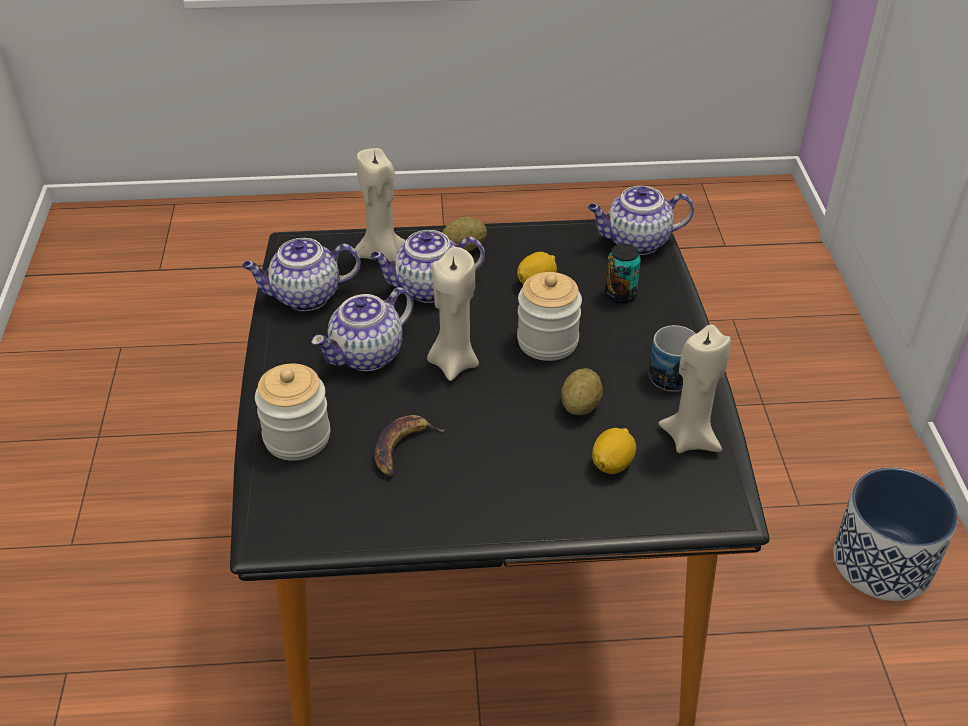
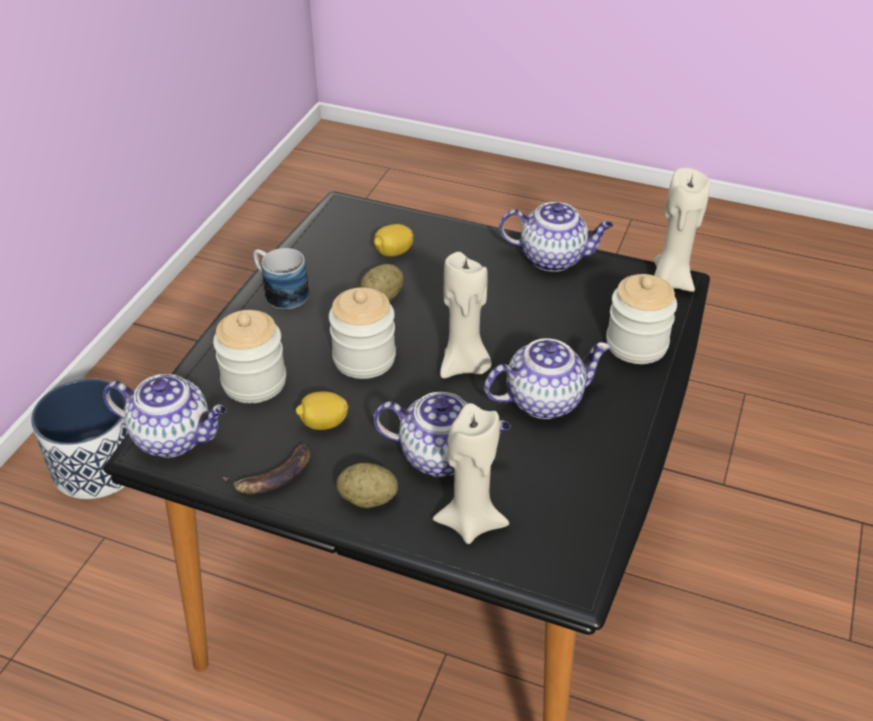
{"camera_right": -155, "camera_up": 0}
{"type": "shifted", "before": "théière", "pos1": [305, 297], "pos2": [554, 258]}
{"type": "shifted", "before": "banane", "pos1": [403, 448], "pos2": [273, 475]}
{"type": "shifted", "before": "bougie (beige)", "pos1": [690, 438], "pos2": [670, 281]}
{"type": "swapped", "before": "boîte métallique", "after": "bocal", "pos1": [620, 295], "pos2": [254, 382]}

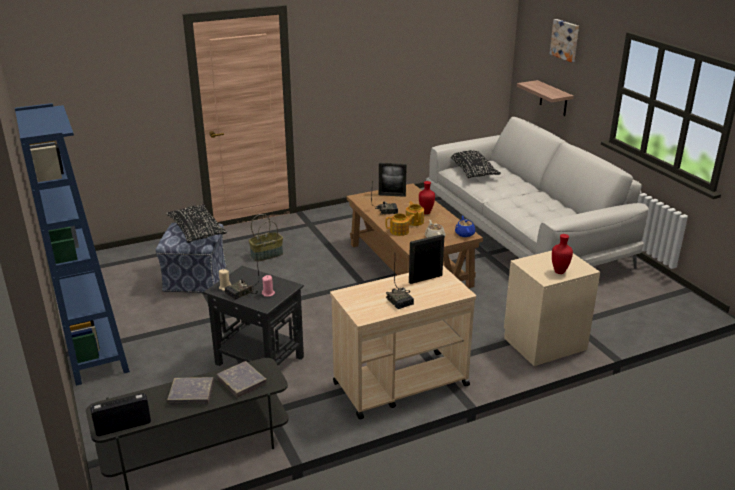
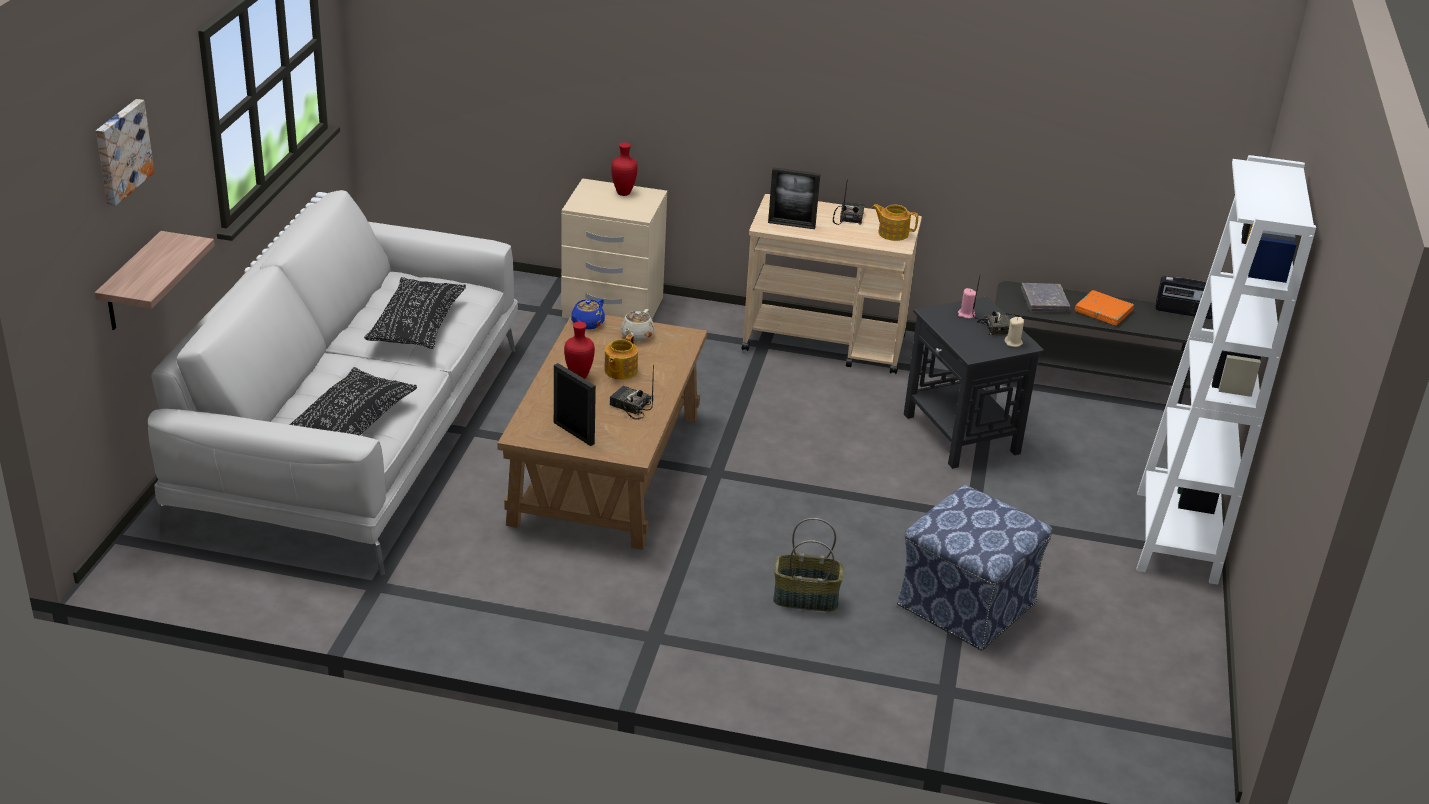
{"camera_right": -145, "camera_up": 5}
{"type": "shifted", "before": "coussin (noir)", "pos1": [197, 231], "pos2": [417, 326]}
{"type": "shifted", "before": "théière", "pos1": [400, 231], "pos2": [892, 233]}
{"type": "repainted", "before": "bibliothèque (bleu)", "after": "bibliothèque (blanc)", "pos1": [97, 354], "pos2": [1176, 537]}
{"type": "repainted", "before": "livre (gris)", "after": "livre (orange)", "pos1": [191, 394], "pos2": [1103, 311]}

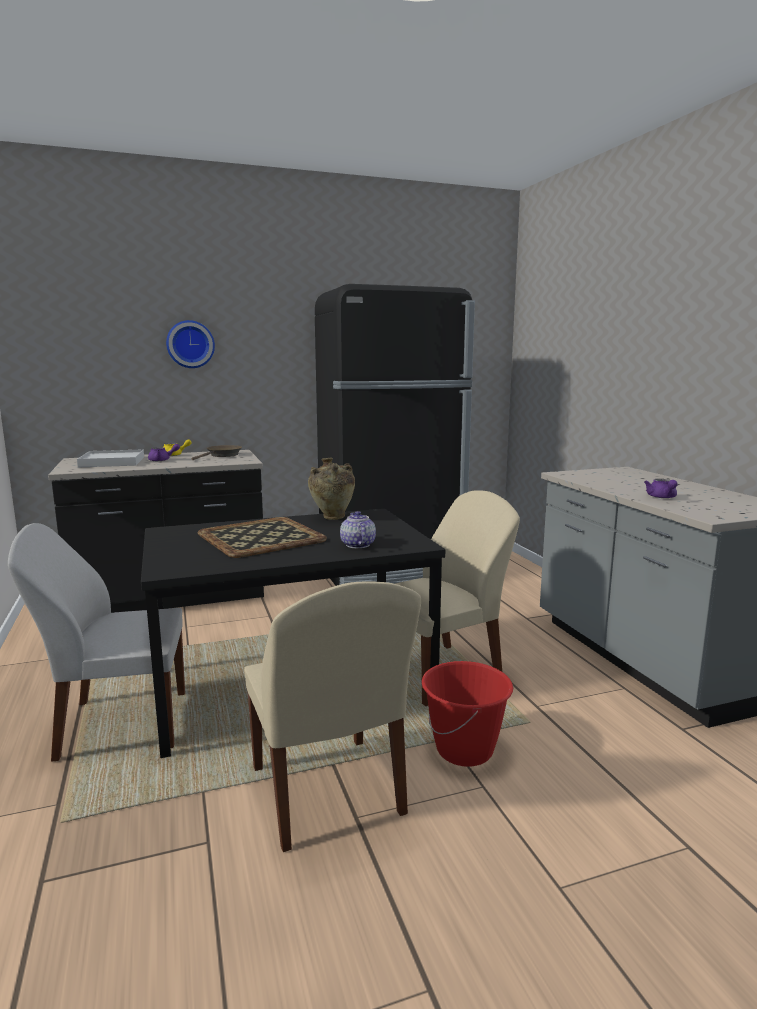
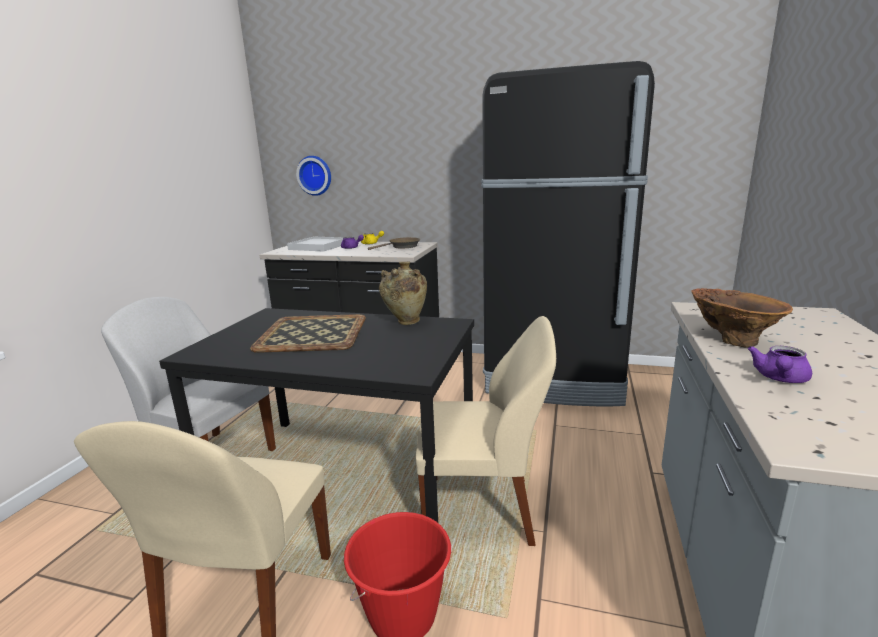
{"camera_right": 35, "camera_up": 5}
{"type": "gone", "before": "théière", "pos1": [357, 545]}
{"type": "new", "after": "vase (marron)", "pos2": [732, 340]}
{"type": "shifted", "before": "horloge murale", "pos1": [190, 344], "pos2": [315, 175]}

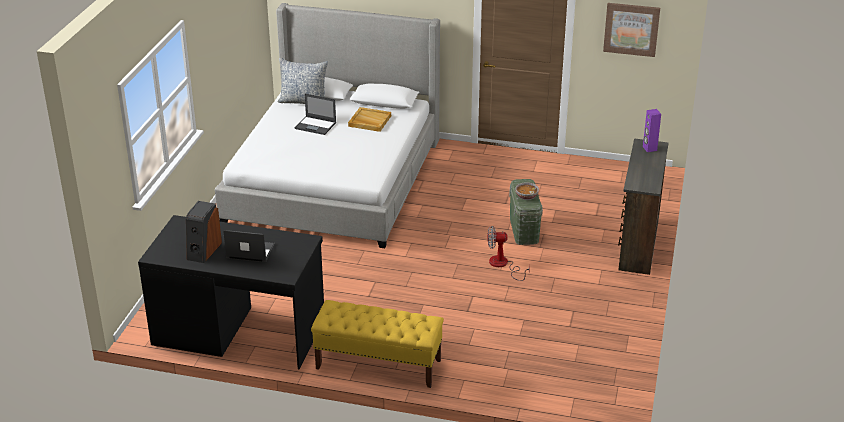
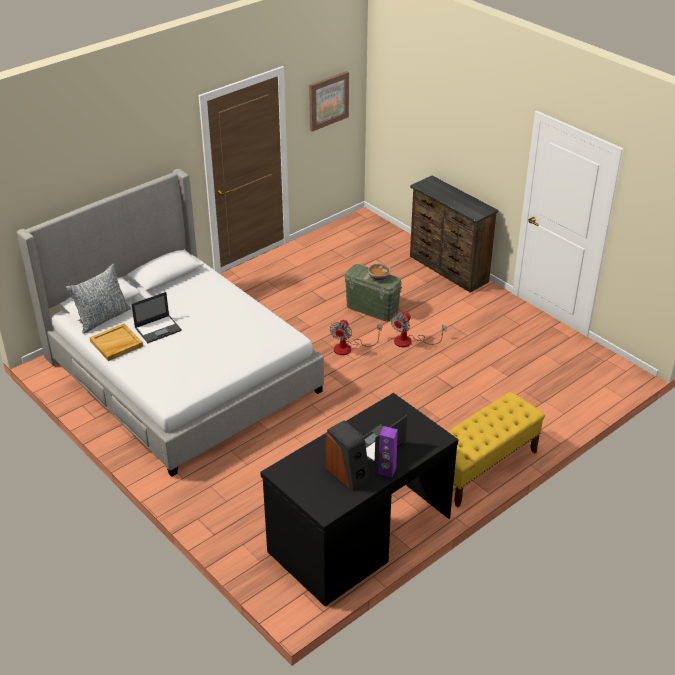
{"camera_right": -55, "camera_up": 5}
{"type": "new", "after": "ventilateur", "pos2": [349, 348]}
{"type": "shifted", "before": "plateau (beige)", "pos1": [369, 121], "pos2": [116, 344]}
{"type": "shifted", "before": "enceinte (violet)", "pos1": [649, 148], "pos2": [387, 471]}

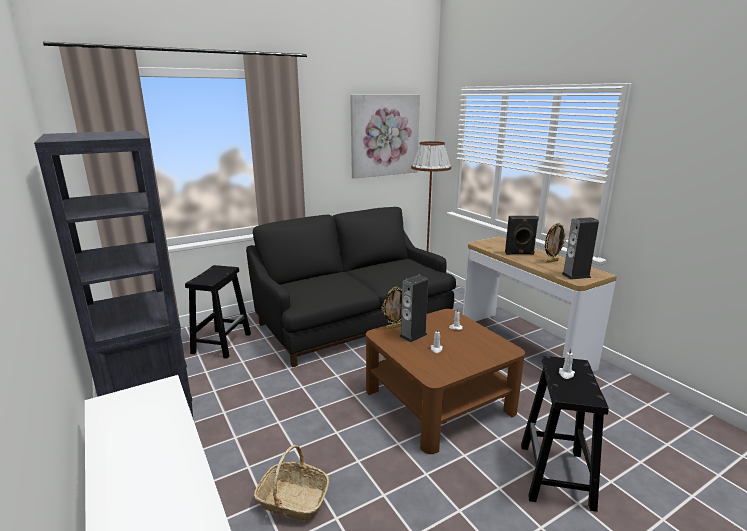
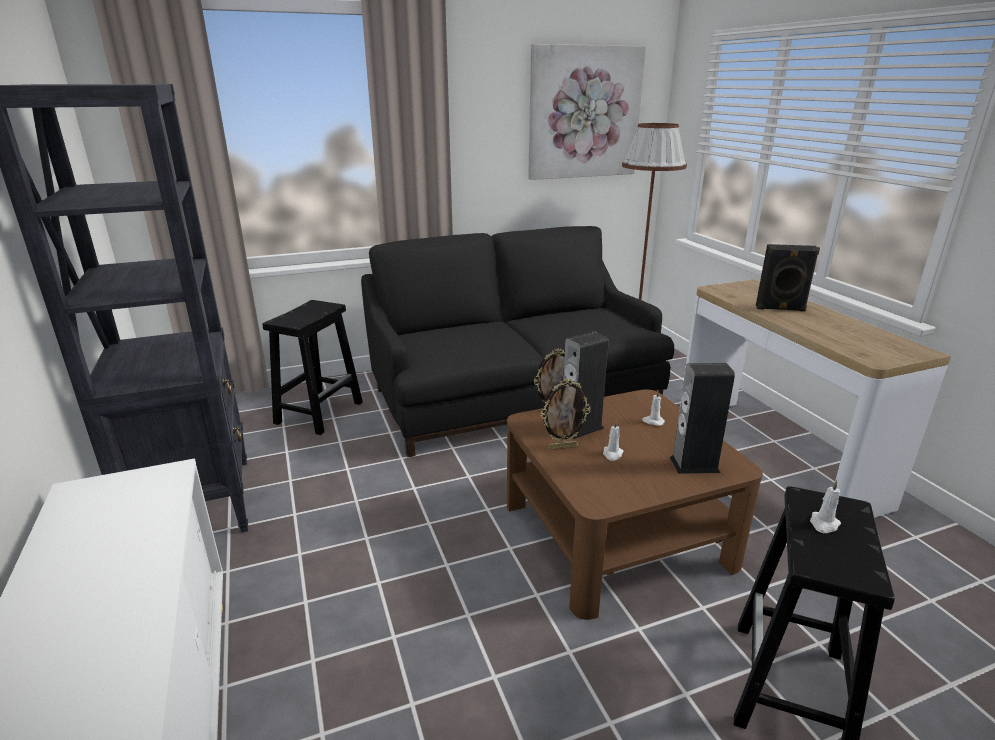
{"camera_right": 10, "camera_up": 5}
{"type": "gone", "before": "panier", "pos1": [292, 500]}
{"type": "shifted", "before": "cadre photo", "pos1": [551, 261], "pos2": [563, 447]}
{"type": "shifted", "before": "enceinte", "pos1": [576, 275], "pos2": [694, 465]}

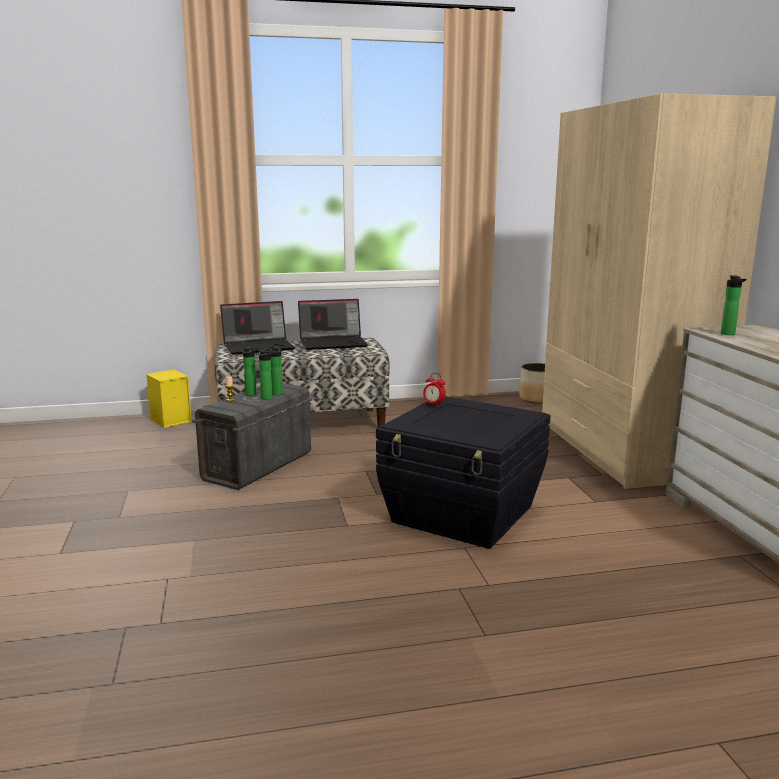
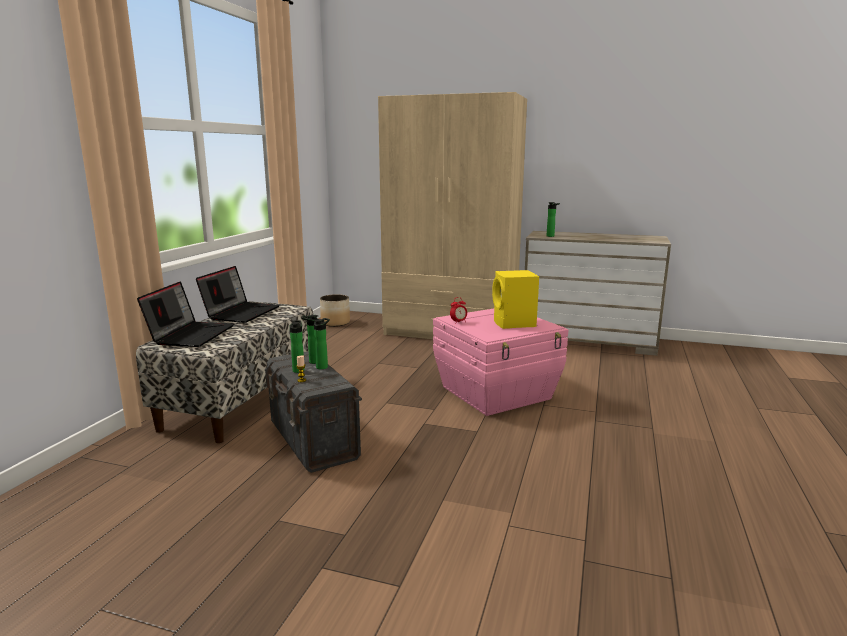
{"camera_right": -60, "camera_up": 0}
{"type": "shifted", "before": "enceinte (jaune)", "pos1": [169, 421], "pos2": [514, 324]}
{"type": "repainted", "before": "boîte de rangement (noir)", "after": "boîte de rangement (rose)", "pos1": [463, 515], "pos2": [497, 393]}

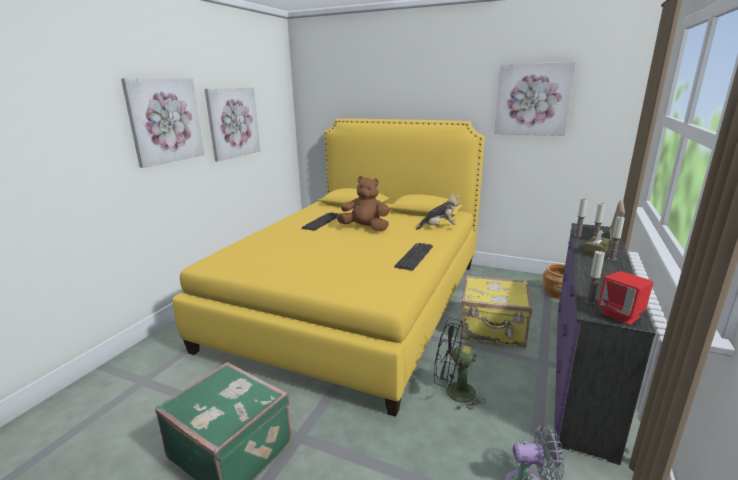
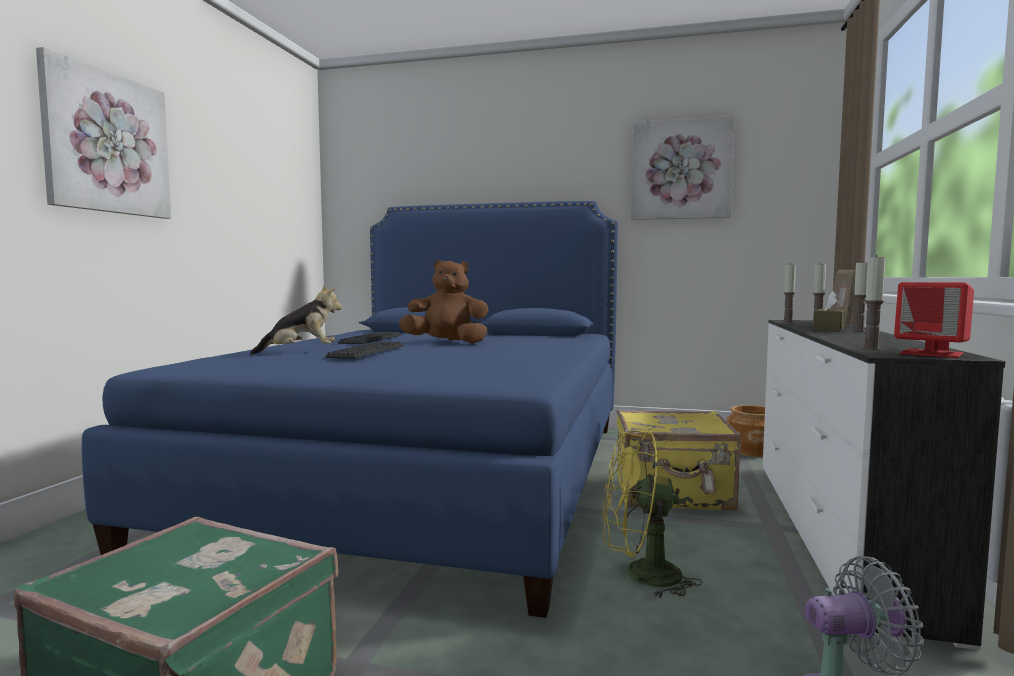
{"camera_right": -10, "camera_up": -15}
{"type": "gone", "before": "tableau", "pos1": [232, 122]}
{"type": "shifted", "before": "clavier", "pos1": [414, 256], "pos2": [367, 351]}
{"type": "shifted", "before": "peluche", "pos1": [439, 228], "pos2": [300, 352]}
{"type": "repainted", "before": "lit (jaune)", "after": "lit (bleu)", "pos1": [354, 302], "pos2": [428, 475]}
{"type": "repainted", "before": "ventilateur (noir)", "after": "ventilateur (jaune)", "pos1": [453, 392], "pos2": [641, 575]}
{"type": "repainted", "before": "commode (violet)", "after": "commode (blanc)", "pos1": [580, 369], "pos2": [835, 531]}

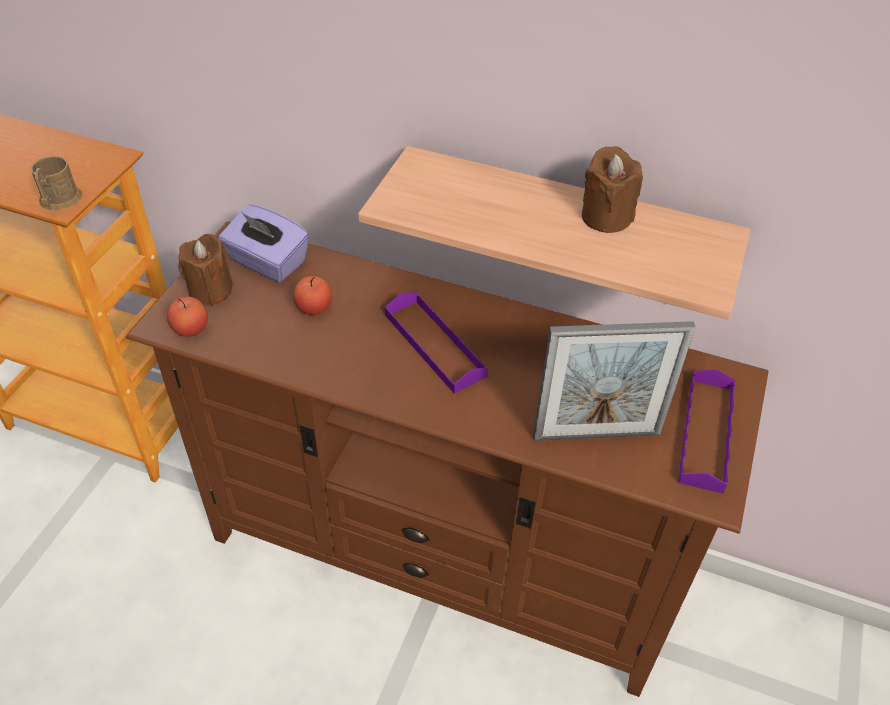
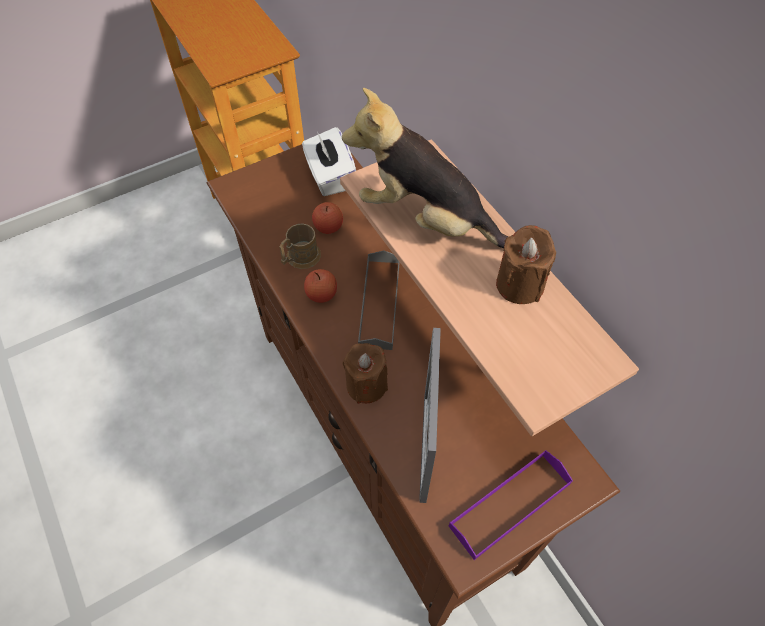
{"camera_right": 40, "camera_up": 10}
{"type": "new", "after": "peluche", "pos2": [426, 219]}
{"type": "shifted", "before": "mug (marron)", "pos1": [59, 202], "pos2": [300, 258]}
{"type": "shifted", "before": "pomme", "pos1": [190, 329], "pos2": [321, 294]}
{"type": "shifted", "before": "bougie (marron)", "pos1": [210, 290], "pos2": [366, 385]}
{"type": "repainted", "before": "boîte à mouchoirs (violet)", "after": "boîte à mouchoirs (blanc)", "pos1": [267, 263], "pos2": [330, 176]}
{"type": "repainted", "before": "plateau (violet)", "after": "plateau (gris)", "pos1": [434, 345], "pos2": [379, 303]}
{"type": "rotated", "before": "cadre photo", "pos1": [596, 435], "pos2": [425, 446], "turn": 60}

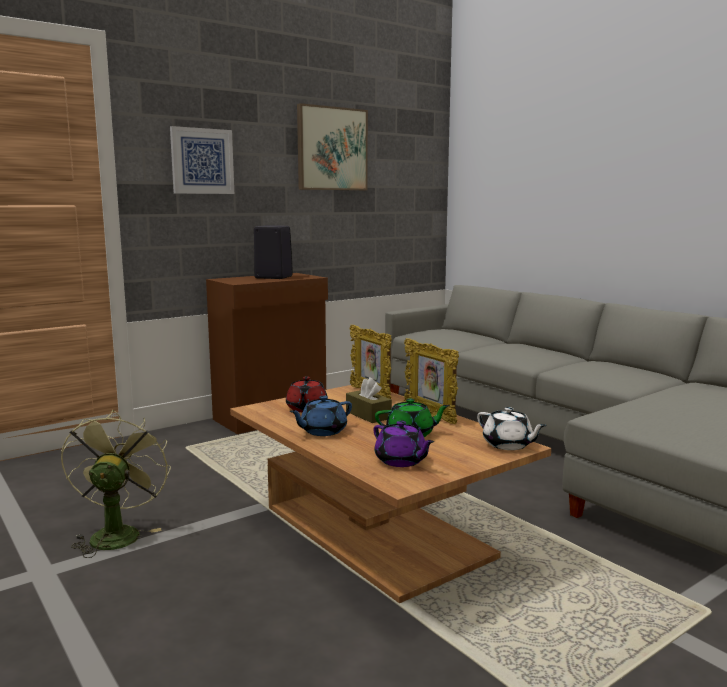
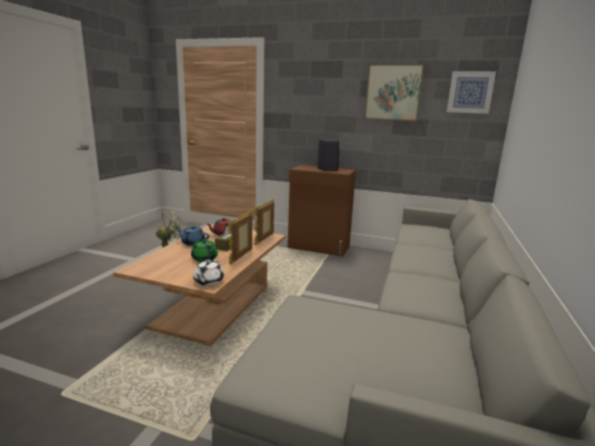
{"camera_right": 55, "camera_up": 5}
{"type": "gone", "before": "théière (violet)", "pos1": [401, 461]}
{"type": "shifted", "before": "tableau", "pos1": [202, 161], "pos2": [470, 92]}

